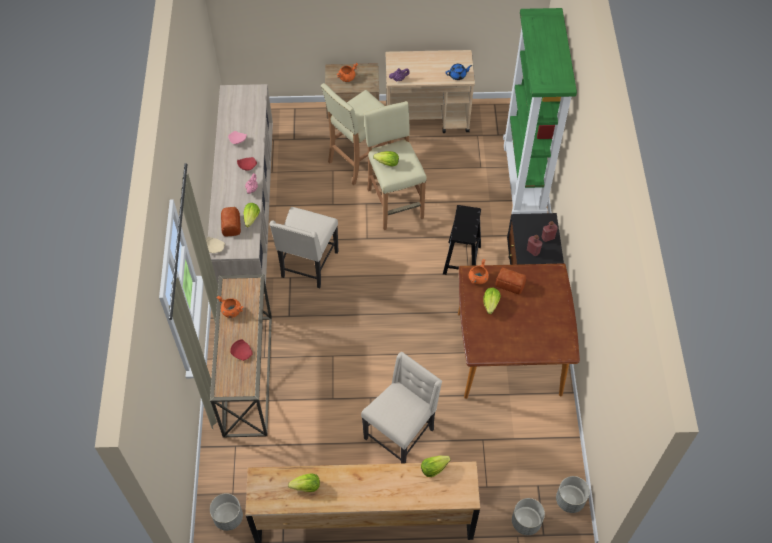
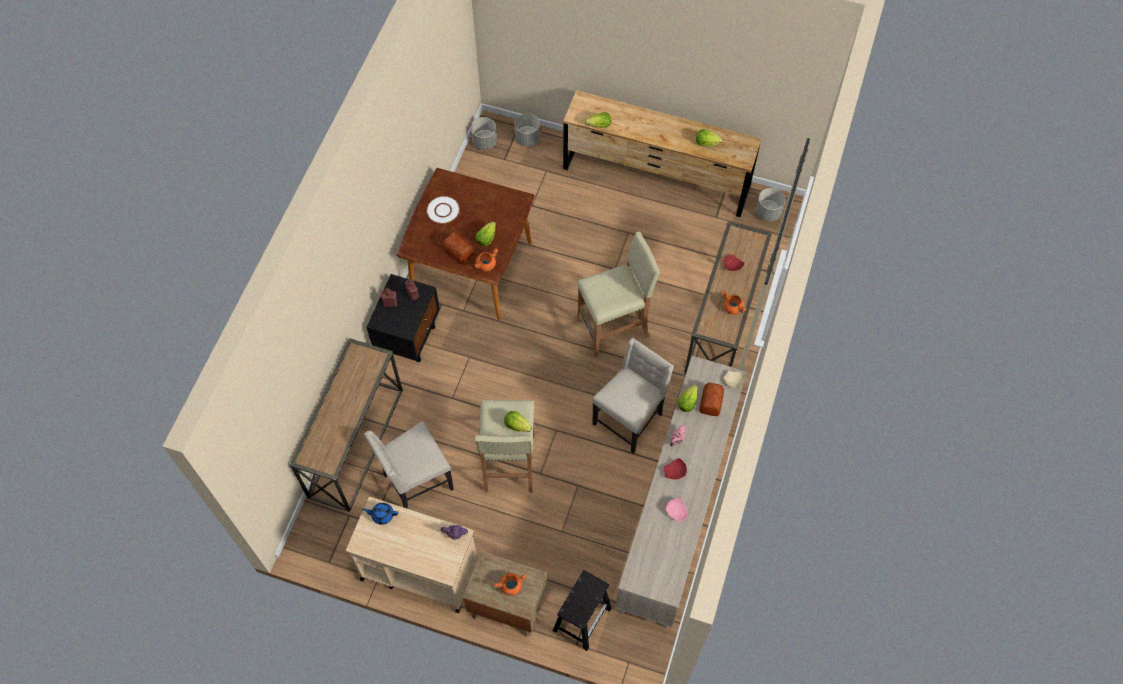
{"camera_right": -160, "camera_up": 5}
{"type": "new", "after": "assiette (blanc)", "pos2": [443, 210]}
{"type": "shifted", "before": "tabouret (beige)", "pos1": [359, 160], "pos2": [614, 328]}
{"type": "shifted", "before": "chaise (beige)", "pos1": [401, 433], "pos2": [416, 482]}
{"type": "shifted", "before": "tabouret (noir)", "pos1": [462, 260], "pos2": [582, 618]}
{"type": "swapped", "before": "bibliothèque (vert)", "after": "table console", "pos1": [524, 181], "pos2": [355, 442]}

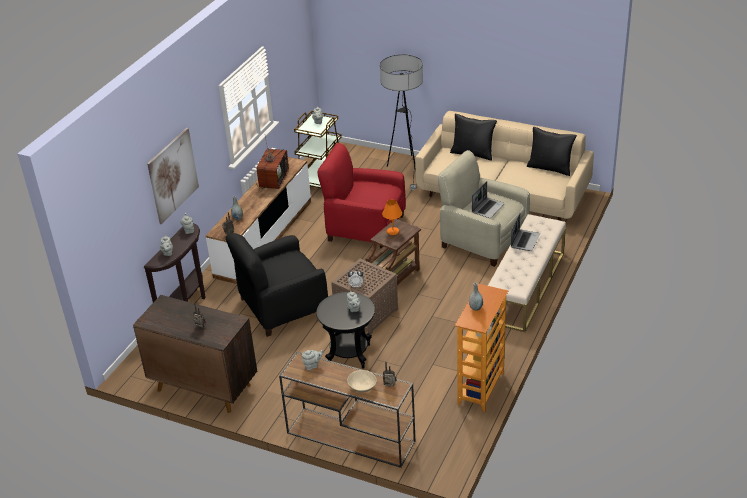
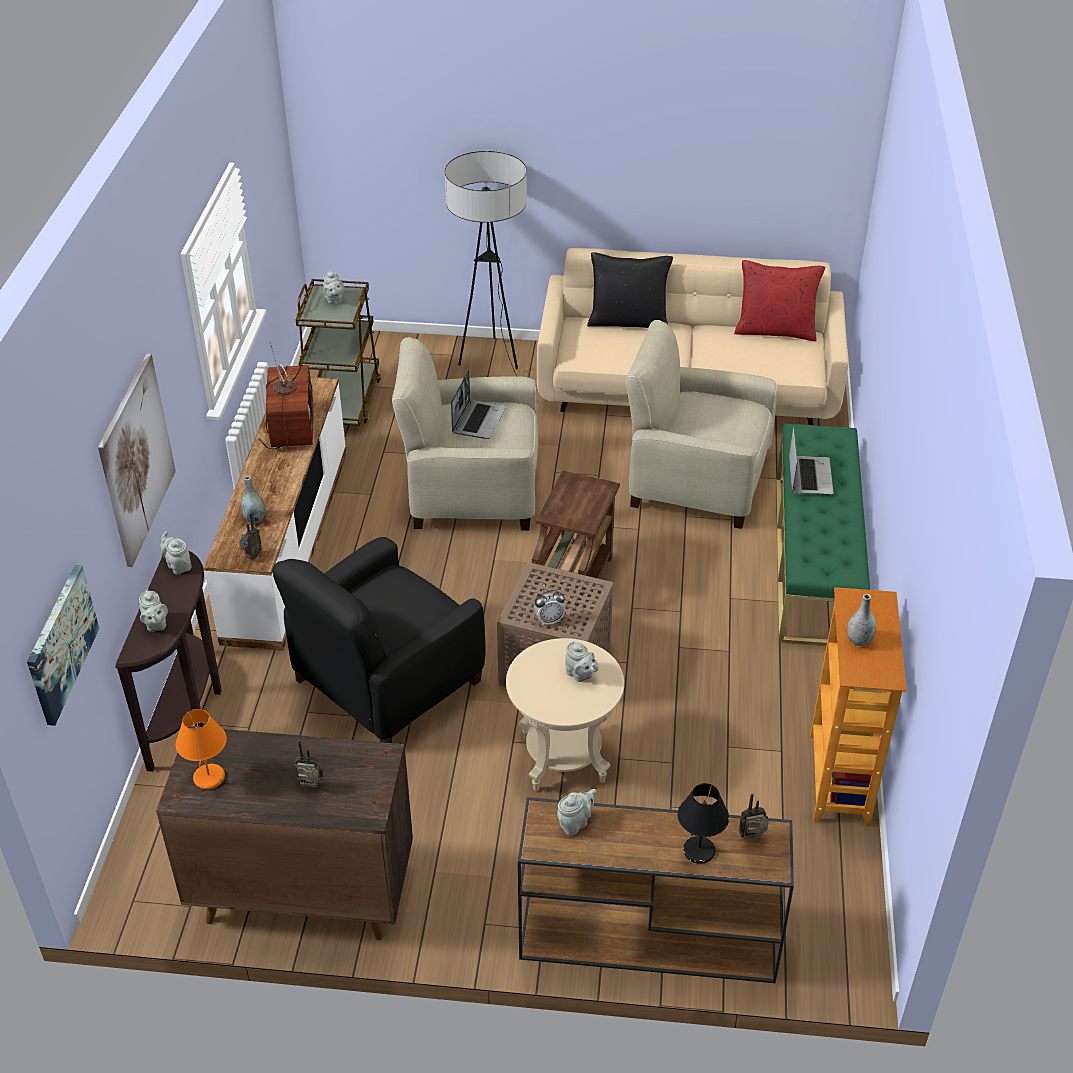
{"camera_right": -20, "camera_up": 5}
{"type": "new", "after": "tableau", "pos2": [61, 643]}
{"type": "shifted", "before": "lampe de table (orange)", "pos1": [393, 232], "pos2": [209, 778]}
{"type": "shifted", "before": "ordinateur portable", "pos1": [487, 208], "pos2": [478, 420]}
{"type": "swapped", "before": "bol (beige)", "after": "lampe de table (noir)", "pos1": [362, 387], "pos2": [698, 851]}
{"type": "repainted", "before": "table d'appoint (noir)", "after": "table d'appoint (beige)", "pos1": [349, 355], "pos2": [563, 759]}
{"type": "repainted", "before": "fauteuil (rouge)", "after": "fauteuil (beige)", "pos1": [365, 228], "pos2": [472, 491]}
{"type": "repainted", "before": "banc (beige)", "after": "banc (vert)", "pos1": [525, 287], "pos2": [815, 559]}
{"type": "repainted", "before": "coussin (noir)", "after": "coussin (rouge)", "pos1": [550, 168], "pos2": [775, 331]}

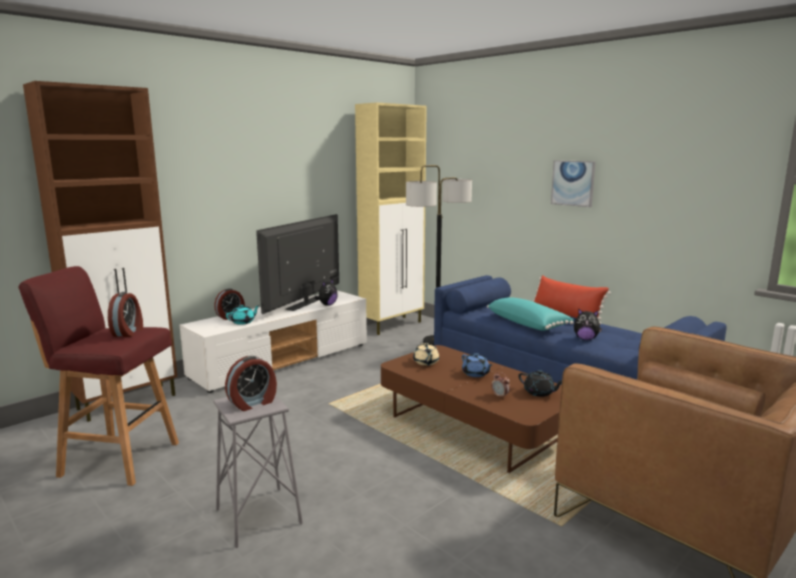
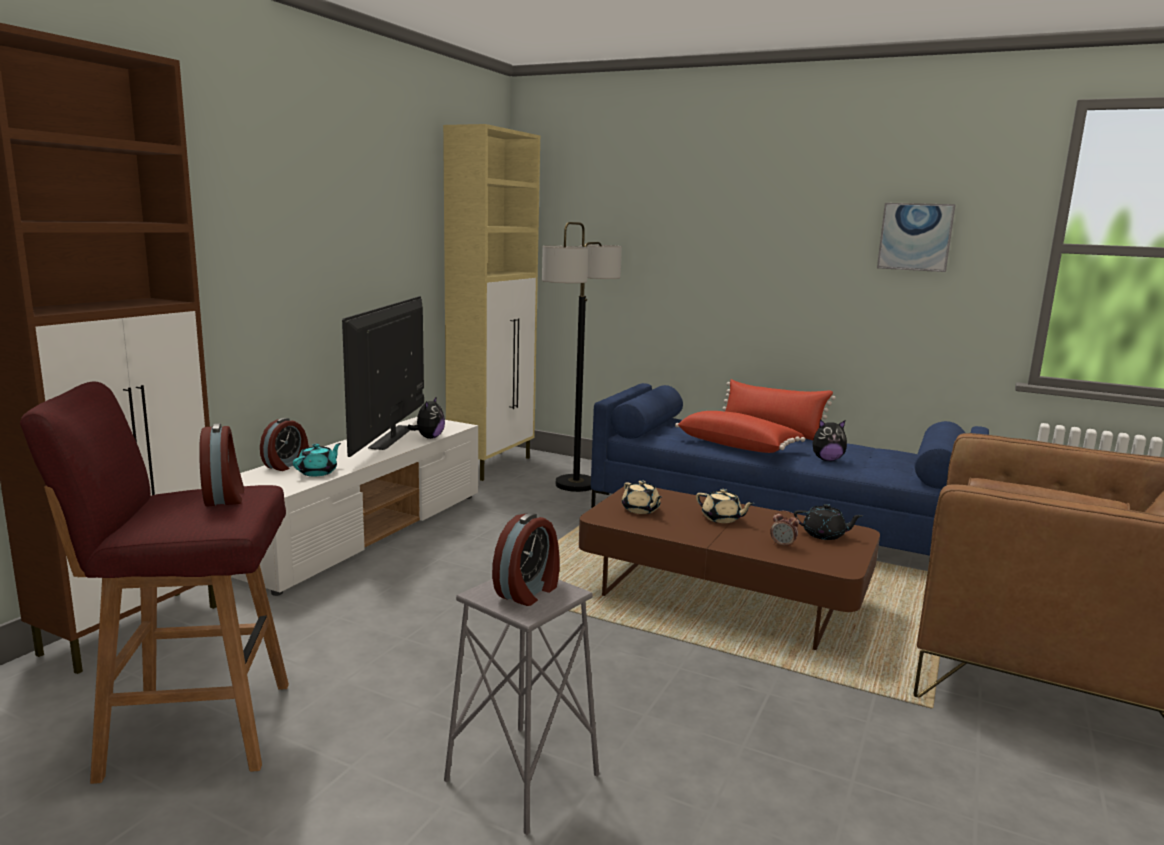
{"camera_right": -20, "camera_up": 0}
{"type": "shifted", "before": "tableau", "pos1": [573, 183], "pos2": [915, 237]}
{"type": "repainted", "before": "théière (bleu)", "after": "théière (beige)", "pos1": [476, 374], "pos2": [722, 519]}
{"type": "repainted", "before": "coussin (turquoise)", "after": "coussin (rouge)", "pos1": [528, 324], "pos2": [738, 446]}

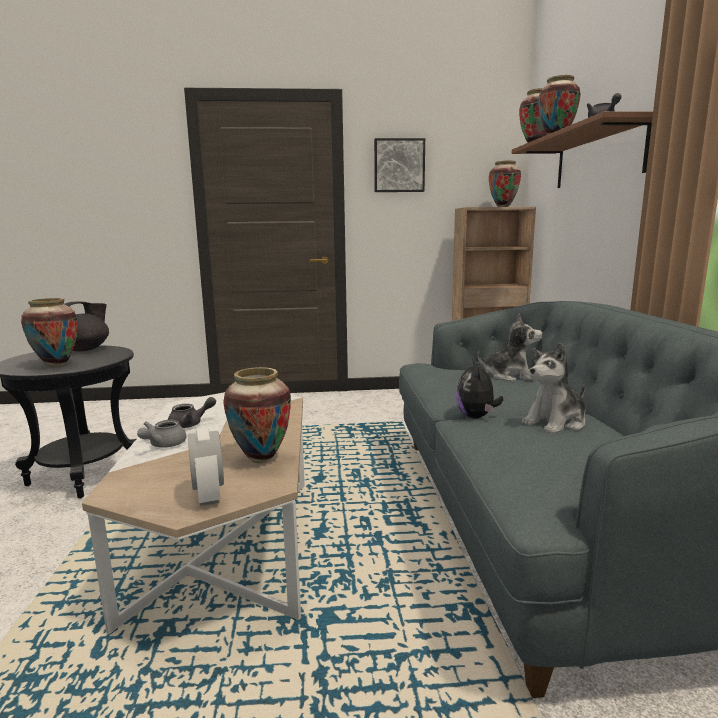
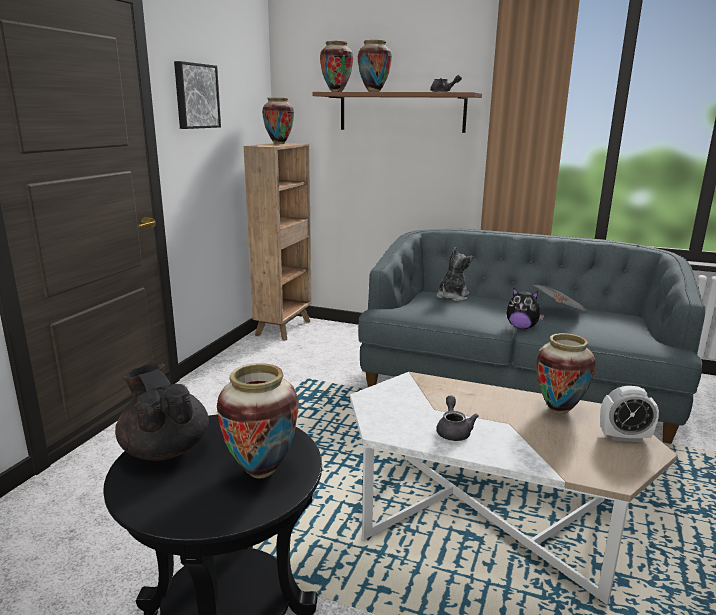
{"camera_right": -65, "camera_up": 5}
{"type": "gone", "before": "théière (gris)", "pos1": [163, 445]}
{"type": "swapped", "before": "peluche", "after": "journal", "pos1": [555, 423], "pos2": [559, 312]}

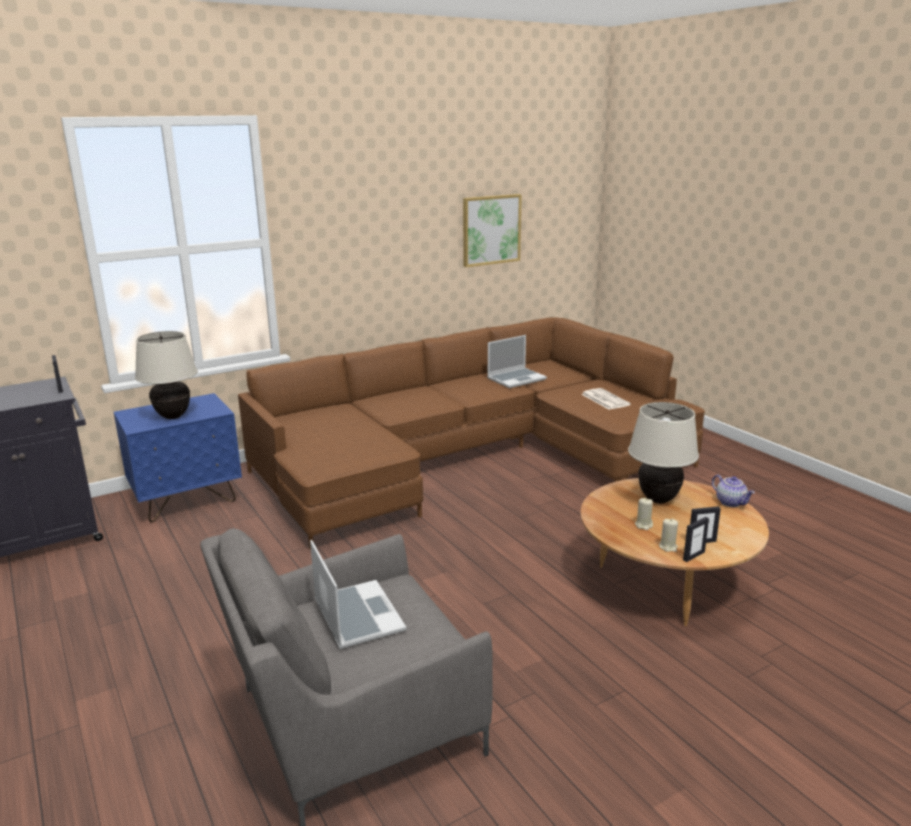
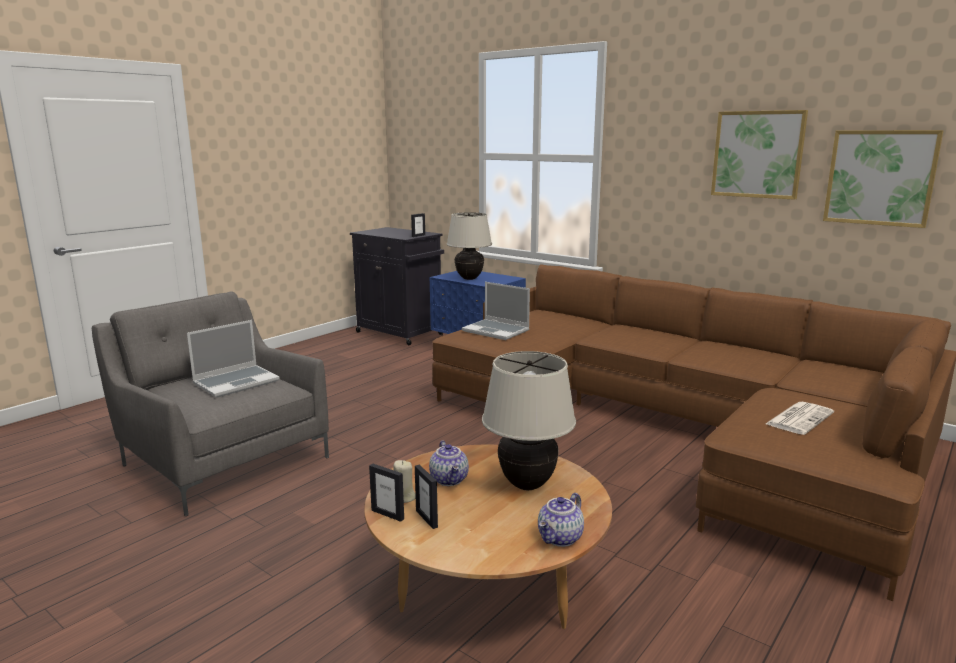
{"camera_right": 70, "camera_up": -5}
{"type": "new", "after": "tableau", "pos2": [758, 154]}
{"type": "shifted", "before": "ordinateur portable", "pos1": [516, 379], "pos2": [497, 331]}
{"type": "swapped", "before": "bougie (beige)", "after": "théière", "pos1": [643, 525], "pos2": [450, 480]}

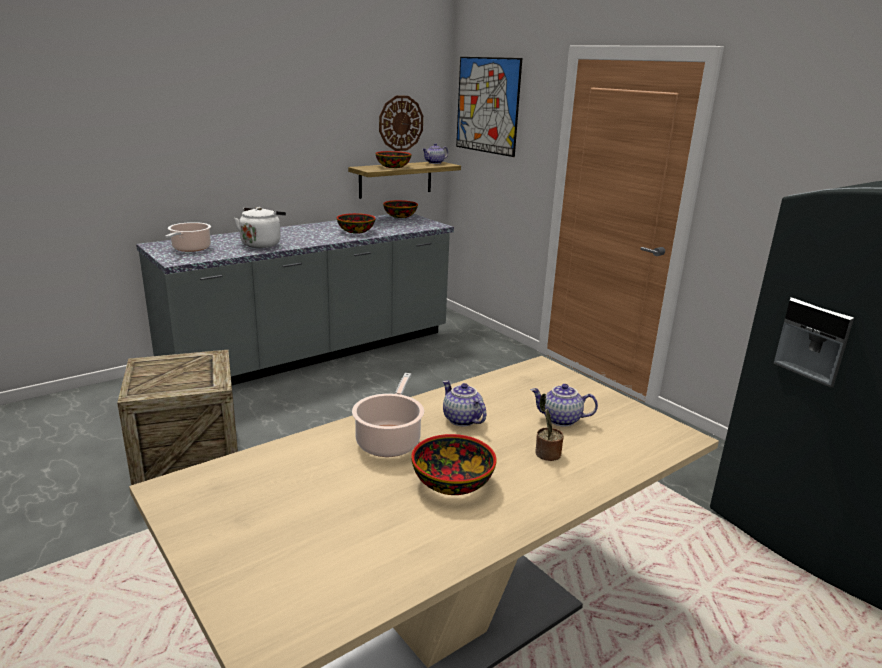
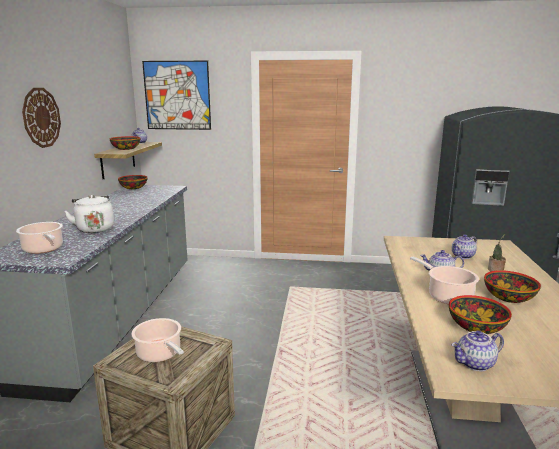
{"camera_right": -45, "camera_up": -5}
{"type": "new", "after": "marmite", "pos2": [160, 354]}
{"type": "new", "after": "théière", "pos2": [475, 364]}
{"type": "shifted", "before": "bol", "pos1": [355, 231], "pos2": [476, 327]}
{"type": "shifted", "before": "horloge murale", "pos1": [400, 123], "pos2": [41, 117]}

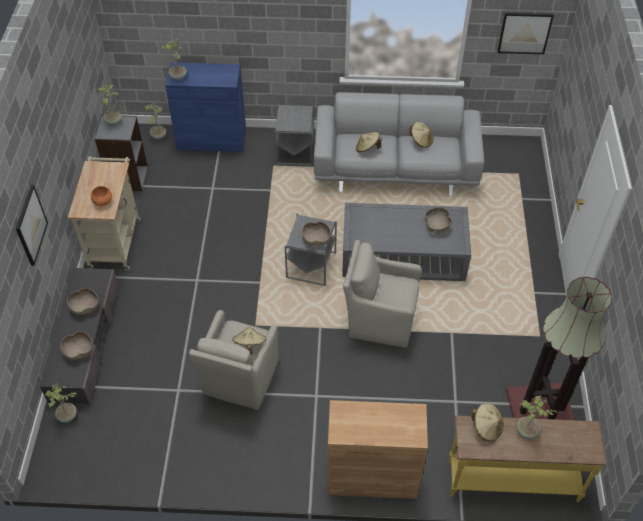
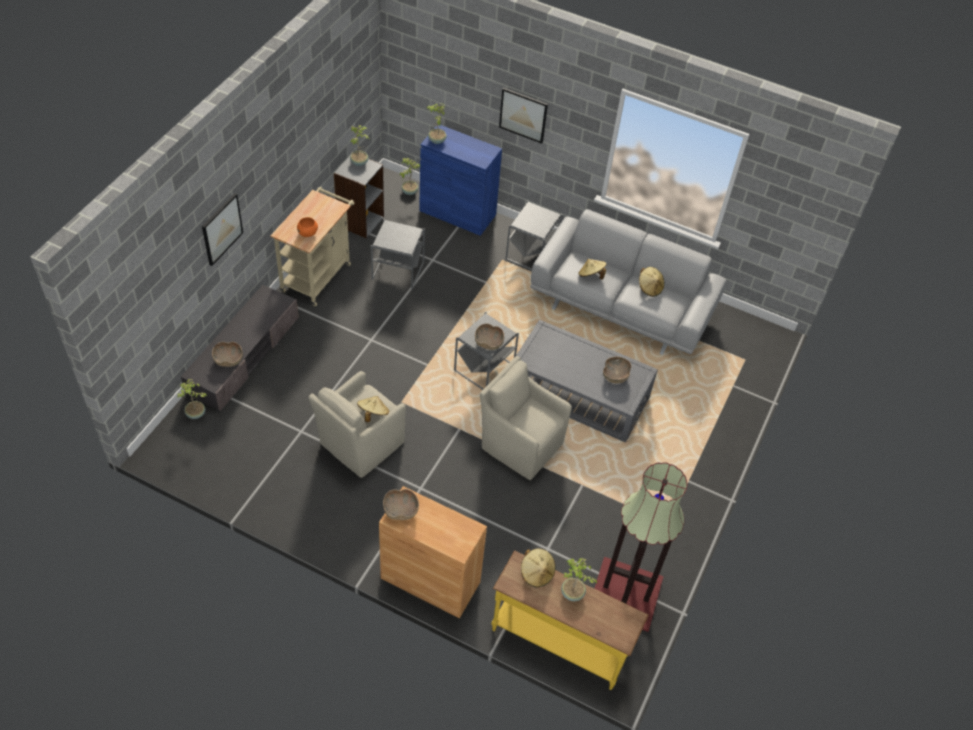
{"camera_right": 20, "camera_up": 0}
{"type": "new", "after": "table d'appoint (gris)", "pos2": [397, 270]}
{"type": "shifted", "before": "bol (marron)", "pos1": [85, 307], "pos2": [400, 510]}
{"type": "shifted", "before": "tableau", "pos1": [524, 33], "pos2": [523, 115]}

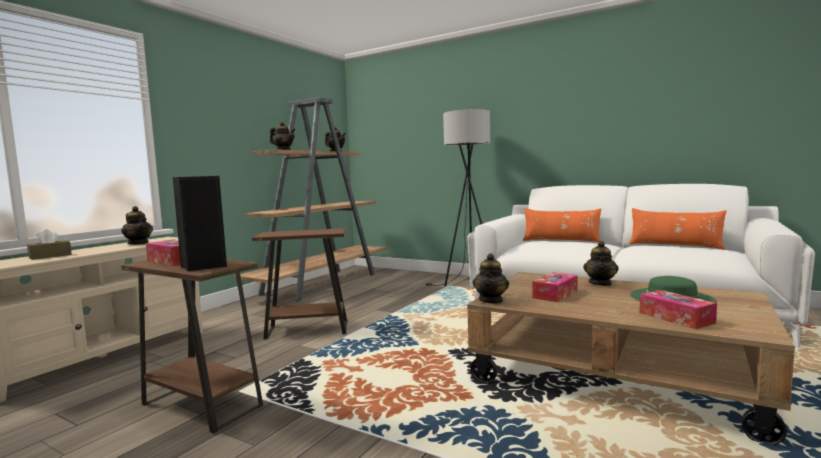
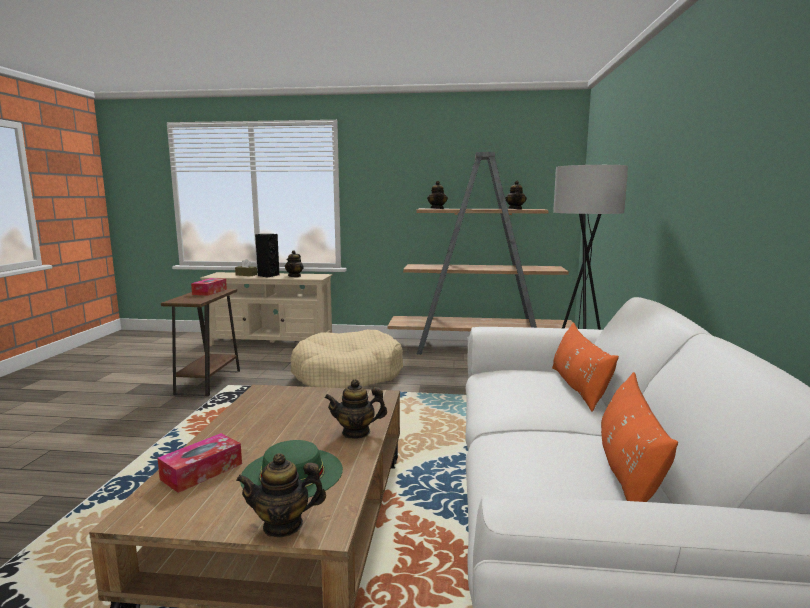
{"camera_right": 65, "camera_up": 5}
{"type": "gone", "before": "boîte à mouchoirs", "pos1": [555, 294]}
{"type": "shifted", "before": "enceinte (noir)", "pos1": [203, 266], "pos2": [268, 275]}
{"type": "shifted", "before": "théière", "pos1": [491, 300], "pos2": [283, 525]}
{"type": "swapped", "before": "table d'appoint (marron)", "after": "panier pour chien (beige)", "pos1": [307, 330], "pos2": [347, 374]}

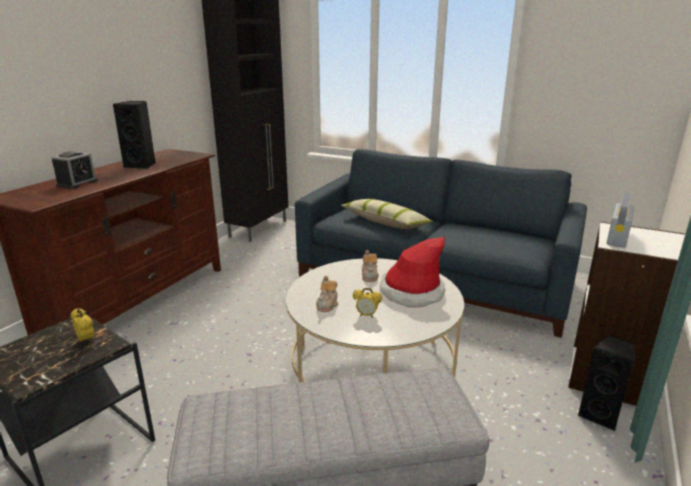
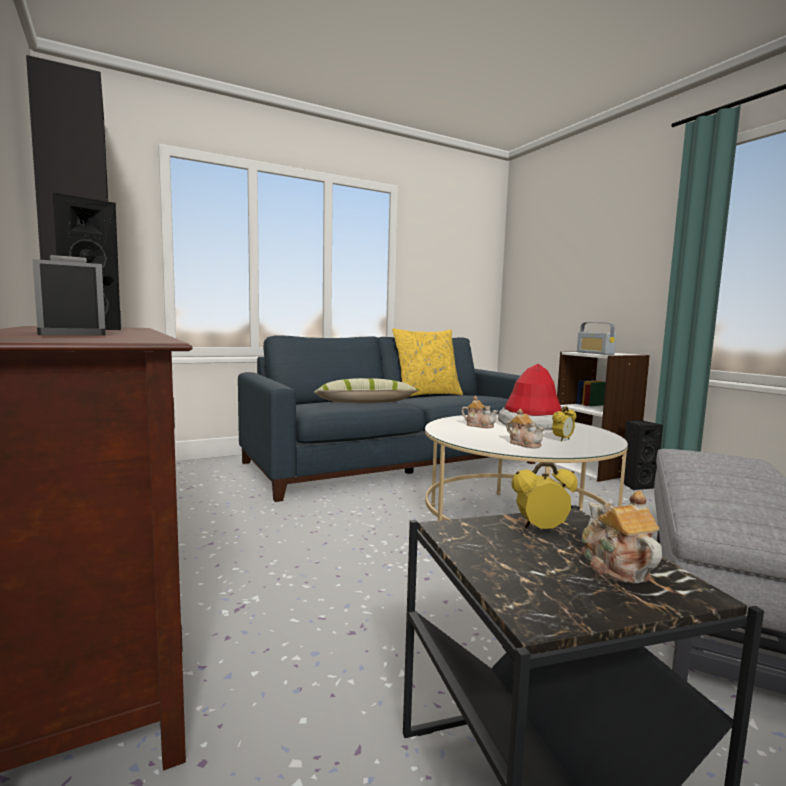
{"camera_right": -55, "camera_up": -15}
{"type": "new", "after": "coussin (jaune)", "pos2": [426, 395]}
{"type": "new", "after": "théière", "pos2": [614, 566]}

